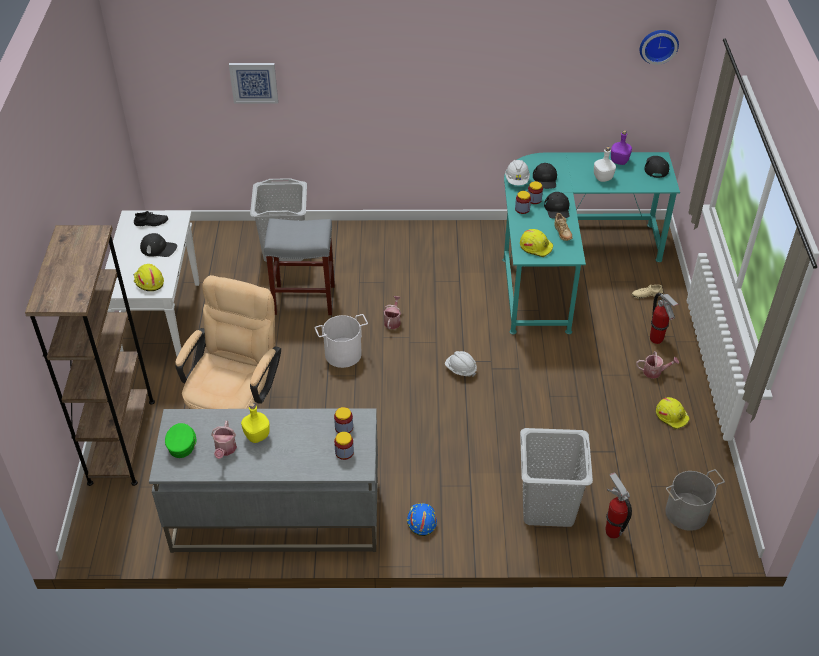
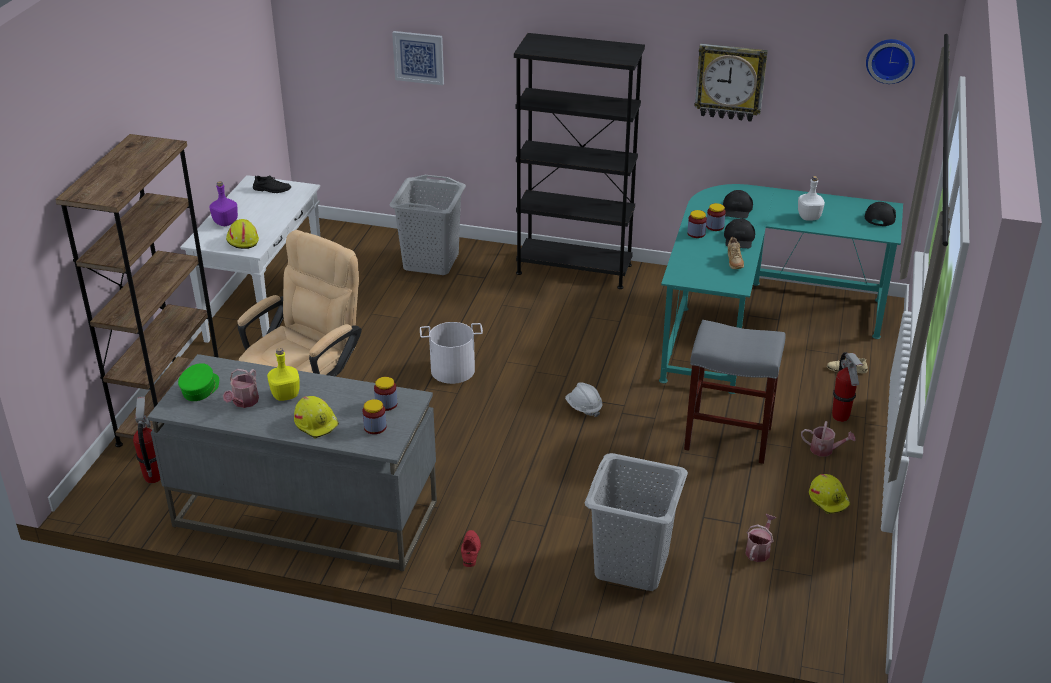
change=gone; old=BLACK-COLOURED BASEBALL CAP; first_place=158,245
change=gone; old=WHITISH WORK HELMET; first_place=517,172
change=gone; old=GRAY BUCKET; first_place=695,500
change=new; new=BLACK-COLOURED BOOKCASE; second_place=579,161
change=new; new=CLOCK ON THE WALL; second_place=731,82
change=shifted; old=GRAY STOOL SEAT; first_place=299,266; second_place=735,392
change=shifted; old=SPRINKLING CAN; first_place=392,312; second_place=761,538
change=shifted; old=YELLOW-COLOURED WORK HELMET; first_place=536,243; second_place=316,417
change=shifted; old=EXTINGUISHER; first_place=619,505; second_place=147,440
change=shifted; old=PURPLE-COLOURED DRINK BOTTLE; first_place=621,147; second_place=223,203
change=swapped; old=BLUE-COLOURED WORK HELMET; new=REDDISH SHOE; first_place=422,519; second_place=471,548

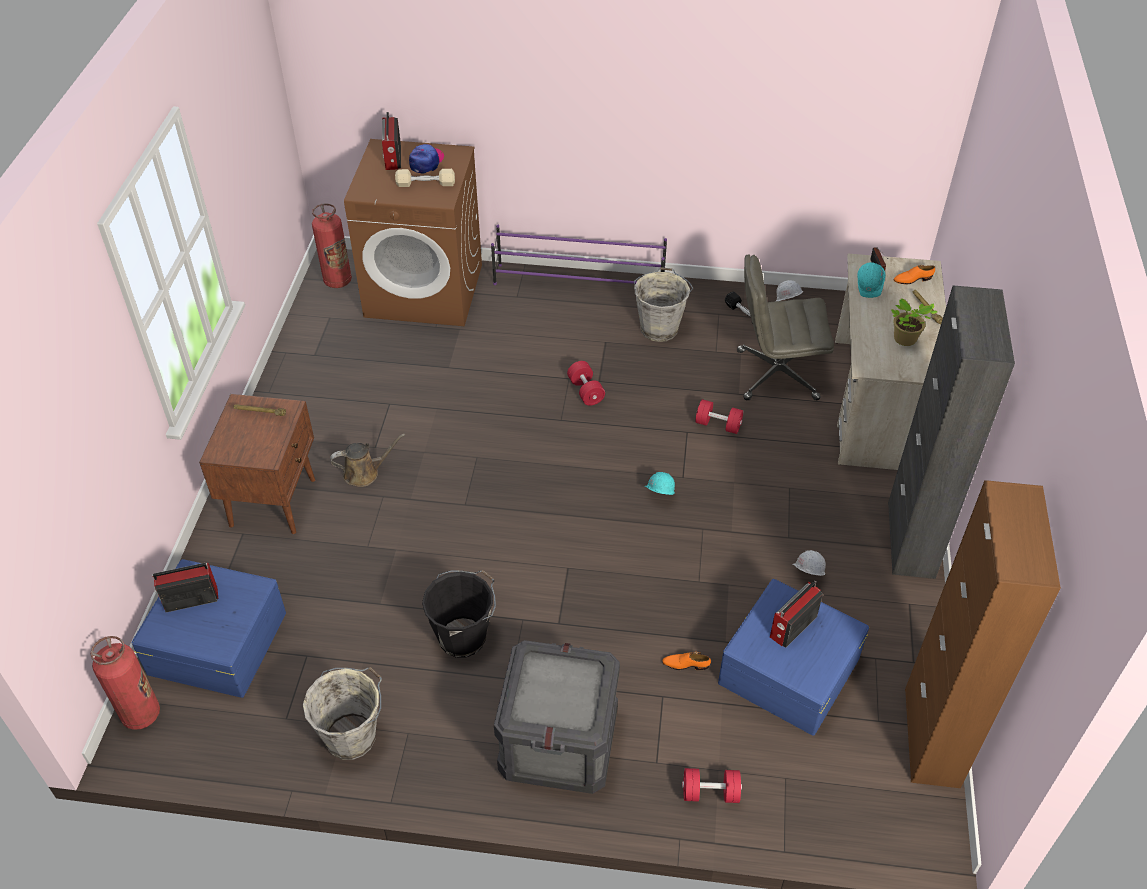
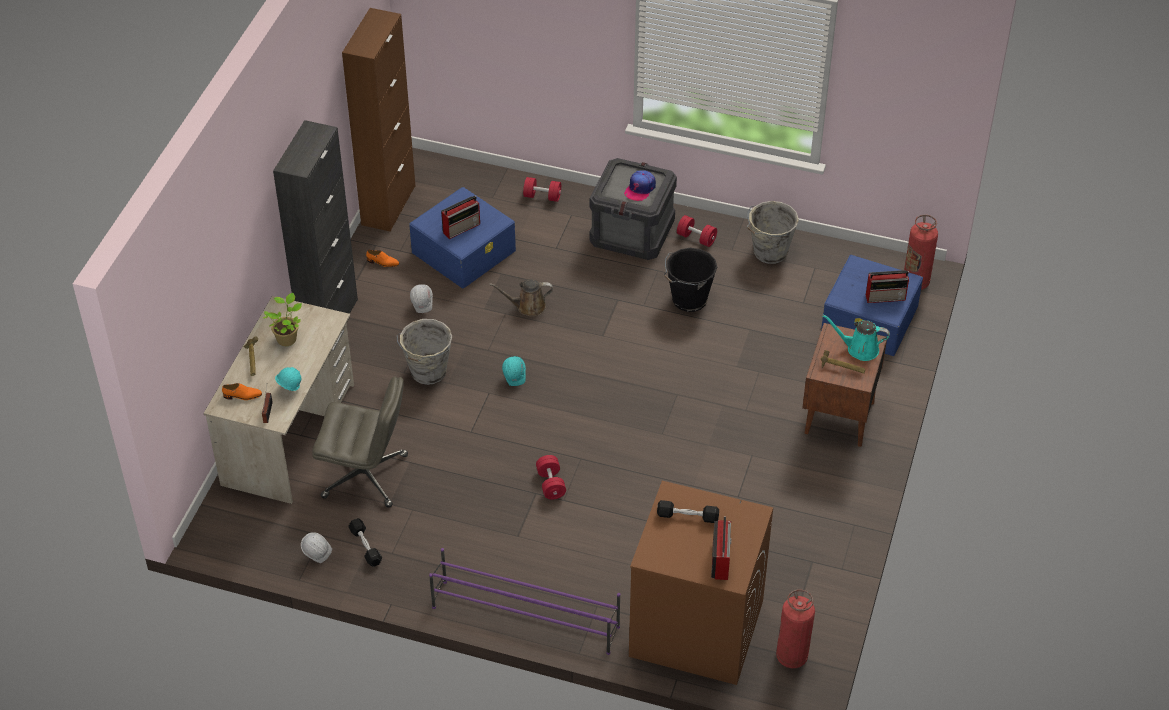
change=new; new=TURQUOISE-COLOURED SPRINKLING CAN; second_place=856,338
change=shifted; old=BROWN SPRINKLING CAN; first_place=367,460; second_place=521,298
change=shifted; old=BASEBALL CAP; first_place=426,158; second_place=640,186
change=shifted; old=GRAY BUCKET; first_place=663,304; second_place=424,352
change=shifted; old=ORANGE SHOE; first_place=686,661; second_place=382,258
change=shifted; old=REDDISH DUMBBELL; first_place=719,416; second_place=697,231
change=repainted; old=BEIGE-COLOURED DUMBBELL; new=BLACK-COLOURED DUMBBELL; first_place=425,178; second_place=688,511

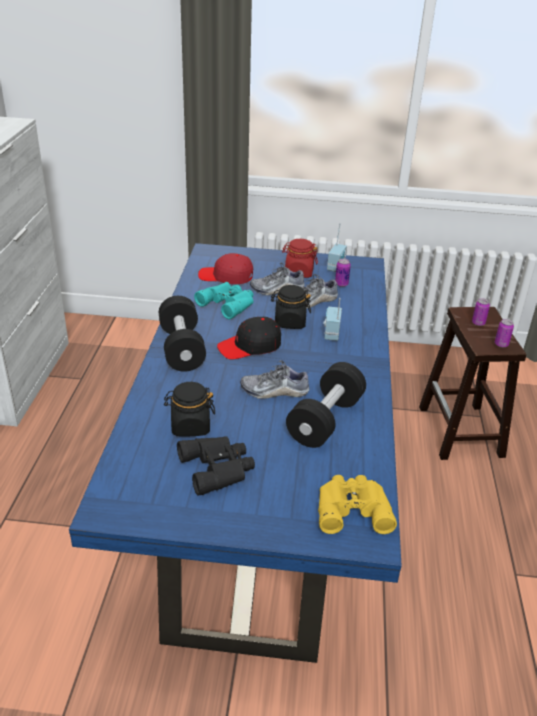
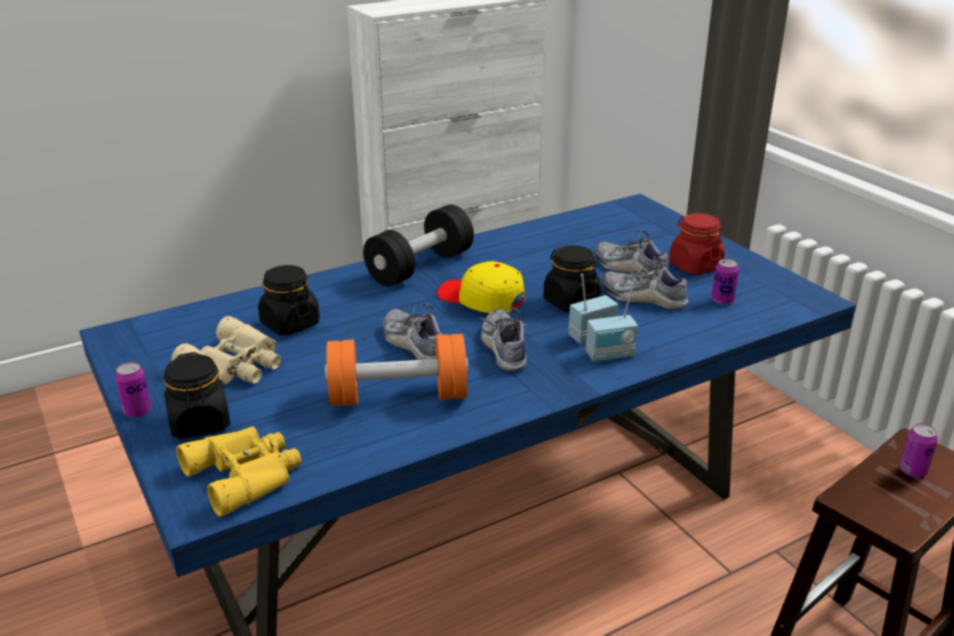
change=gone; old=TURQUOISE-COLOURED FIELD GLASSES; first_place=224,300
change=gone; old=REDDISH BASEBALL CAP; first_place=225,268
change=new; new=BLACK-COLOURED STORAGE JAR; second_place=197,395
change=new; new=SHOE; second_place=504,339
change=shifted; old=RADIO SET; first_place=337,247; second_place=612,320
change=shifted; old=METAL CAN; first_place=504,333; second_place=133,390
change=repainted; old=BLACK-COLOURED FIELD GLASSES; new=BEIGE-COLOURED FIELD GLASSES; first_place=216,466; second_place=226,350
change=repainted; old=BLACK-COLOURED BASEBALL CAP; new=YELLOW-COLOURED BASEBALL CAP; first_place=249,338; second_place=480,287
change=repainted; old=BLACK-COLOURED DUMBBELL; new=ORANGE DUMBBELL; first_place=326,405; second_place=396,370

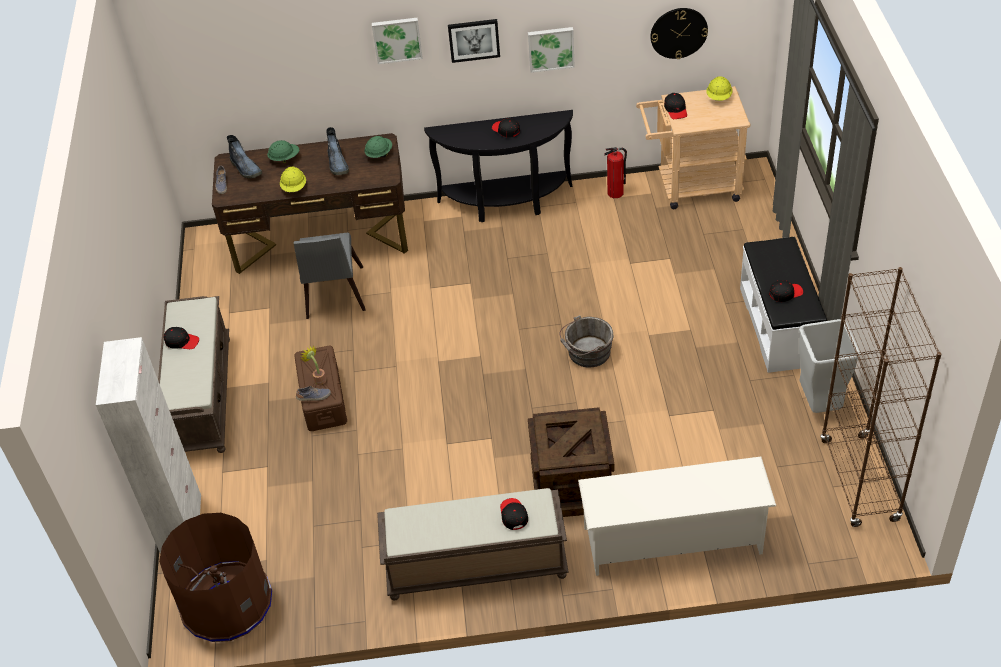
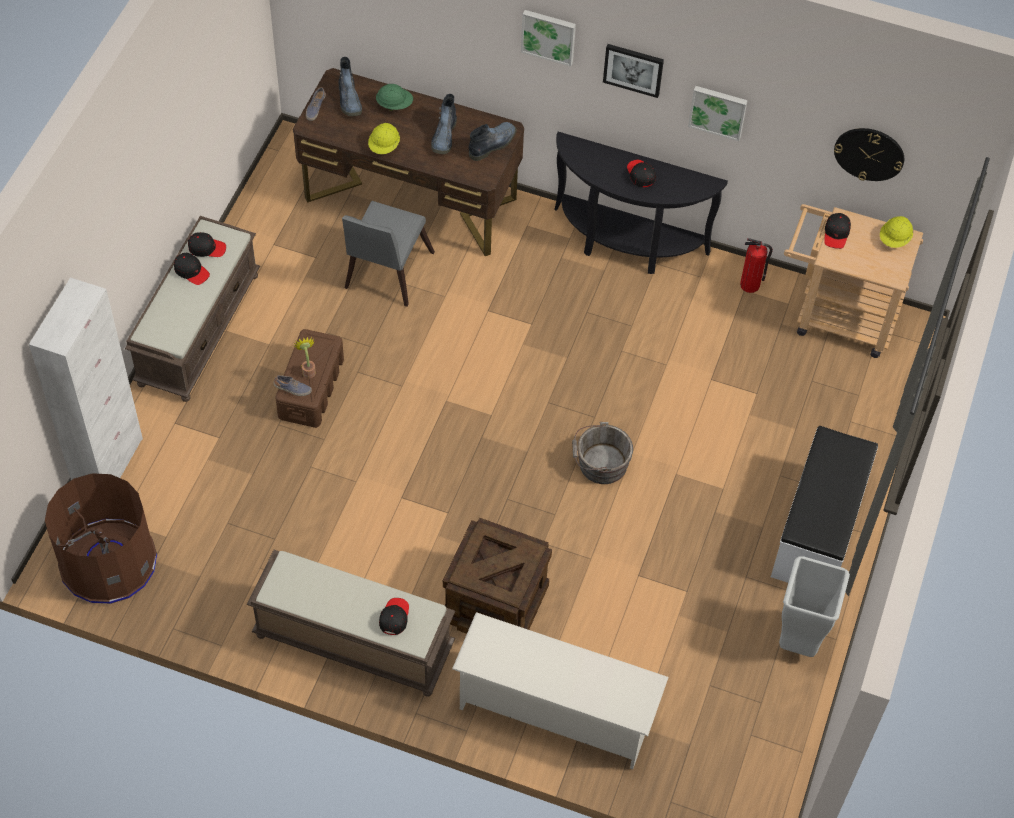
change=gone; old=BROWN BOOKCASE; first_place=880,397
change=shifted; old=BLACK-COLOURED BASEBALL CAP; first_place=786,291; second_place=207,244
change=swapped; old=GREEN-COLOURED WORK HELMET; new=TALL BOOT; first_place=378,147; second_place=493,141

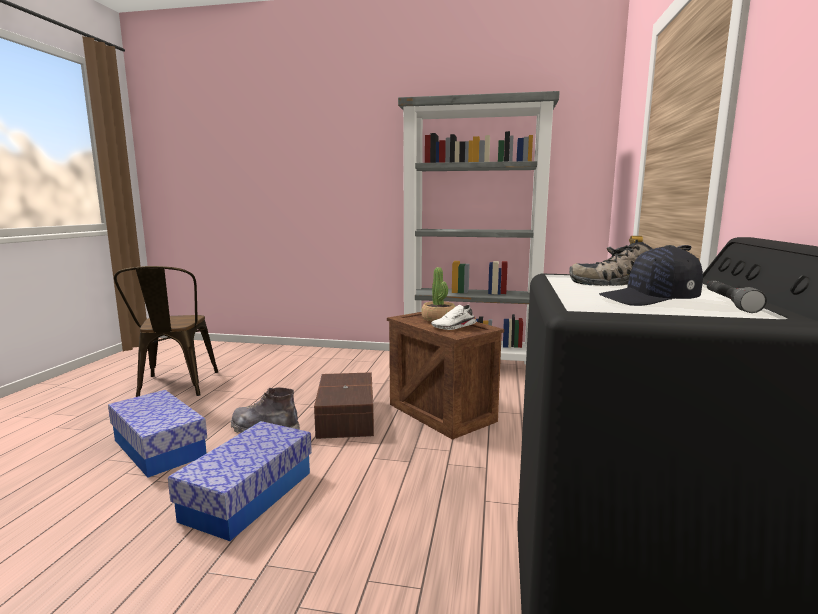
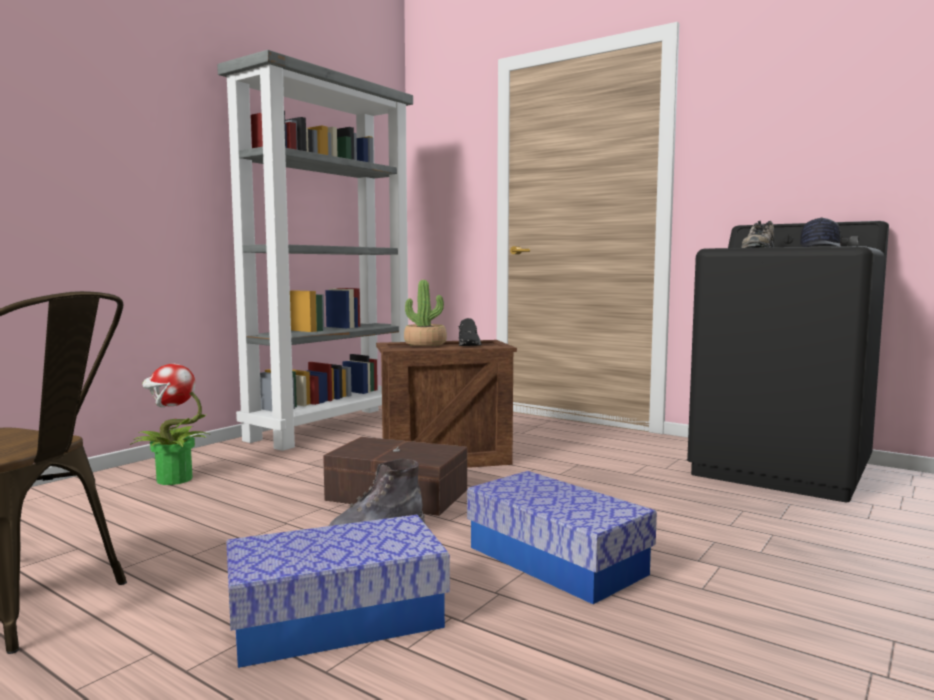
change=new; new=PLANT IN A POT; second_place=169,424
change=repainted; old=WHITISH SHOE; new=BLACK-COLOURED SHOE; first_place=454,317; second_place=470,332

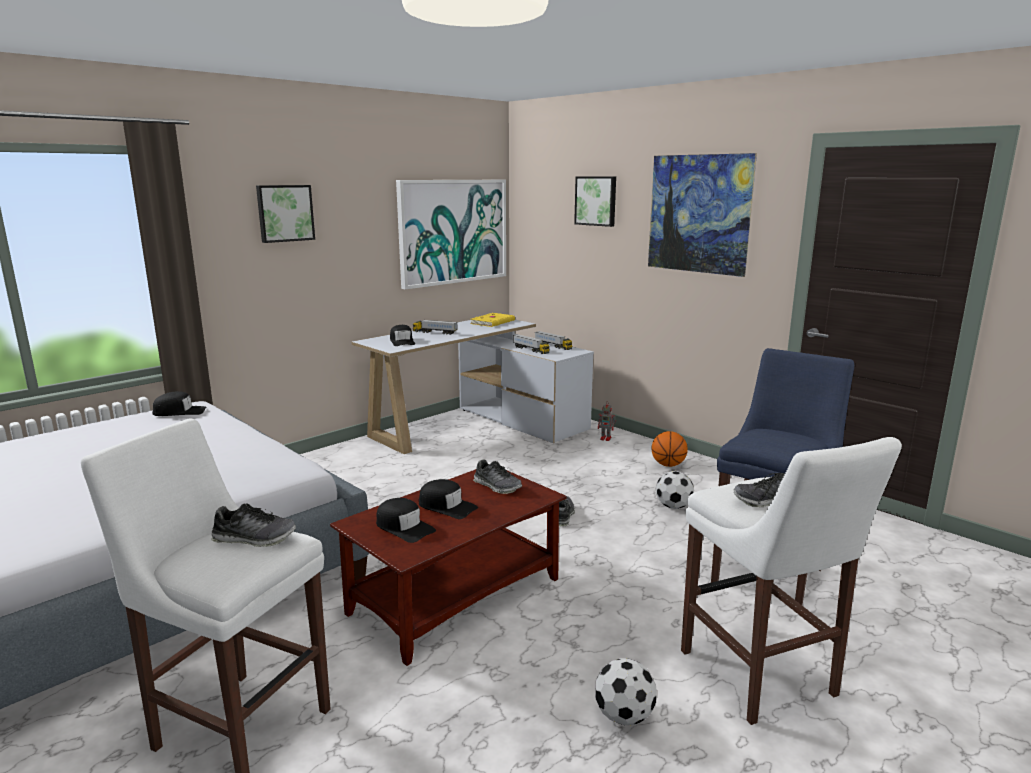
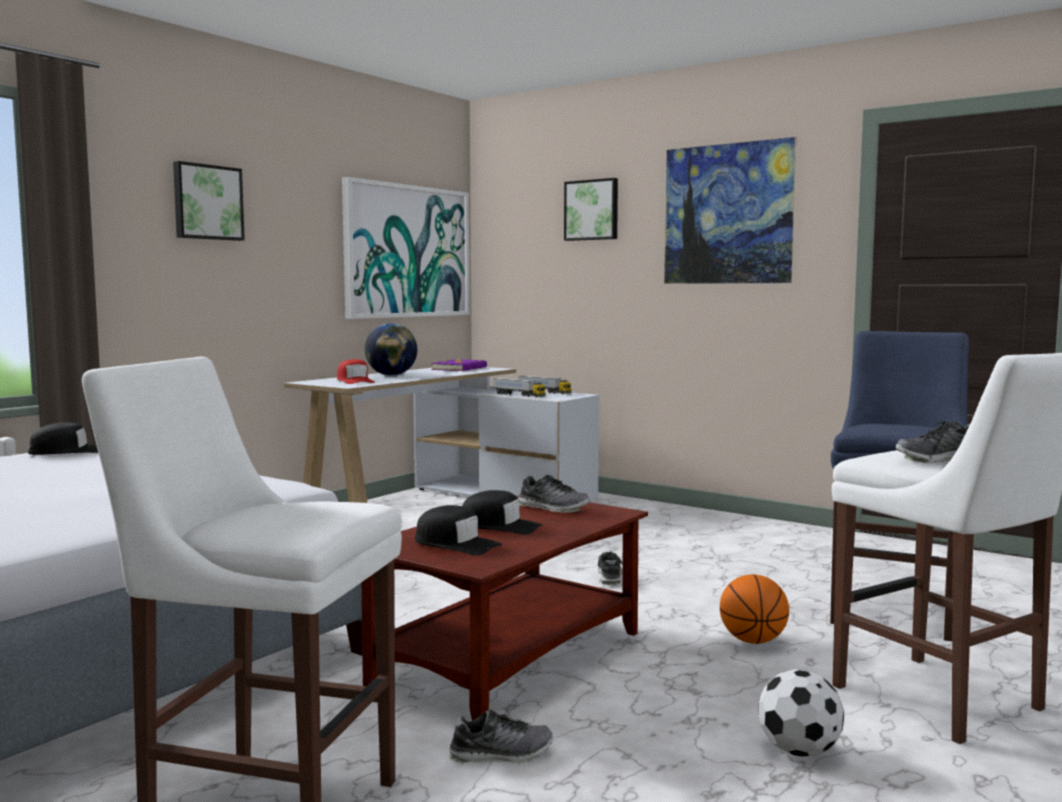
change=gone; old=TOY ROBOT; first_place=607,421
change=gone; old=FOOTBALL; first_place=675,490
change=shifted; old=SHOE; first_place=253,525; second_place=501,737
change=shifted; old=BALL FOR BASKETBALL; first_place=669,449; second_place=754,609
change=swapped; old=MODEL TRUCK; new=DESK GLOBE; first_place=435,327; second_place=391,349
change=repainted; old=BLACK-COLOURED BASEBALL CAP; new=REDDISH BASEBALL CAP; first_place=402,335; second_place=356,371
change=repainted; old=YELLOW-COLOURED VOLUME; new=PURPLE-COLOURED VOLUME; first_place=492,320; second_place=459,365

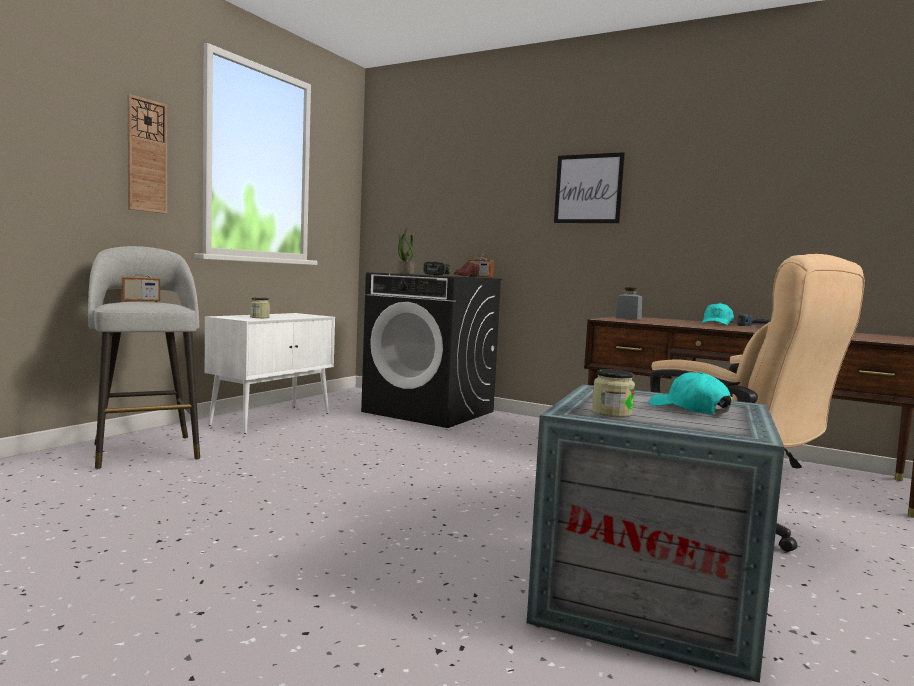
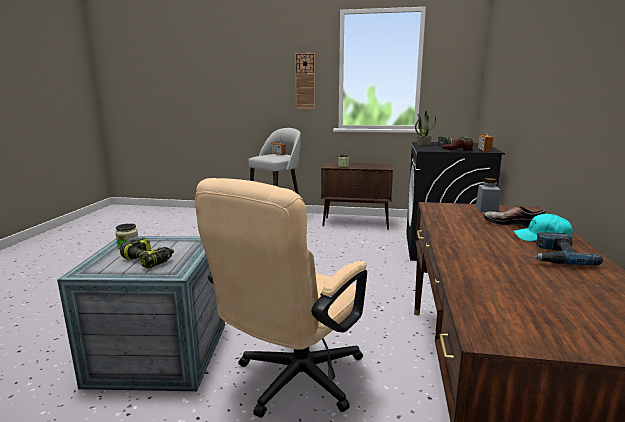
change=gone; old=PICTURE; first_place=589,187
change=new; new=SHOE; second_place=515,216
change=swapped; old=TURQUOISE-COLOURED BASEBALL CAP; new=ELECTRIC DRILL; first_place=690,393; second_place=147,252
change=repainted; old=WHITISH STORAGE CABINET; new=BROWN STORAGE CABINET; first_place=270,373; second_place=357,196

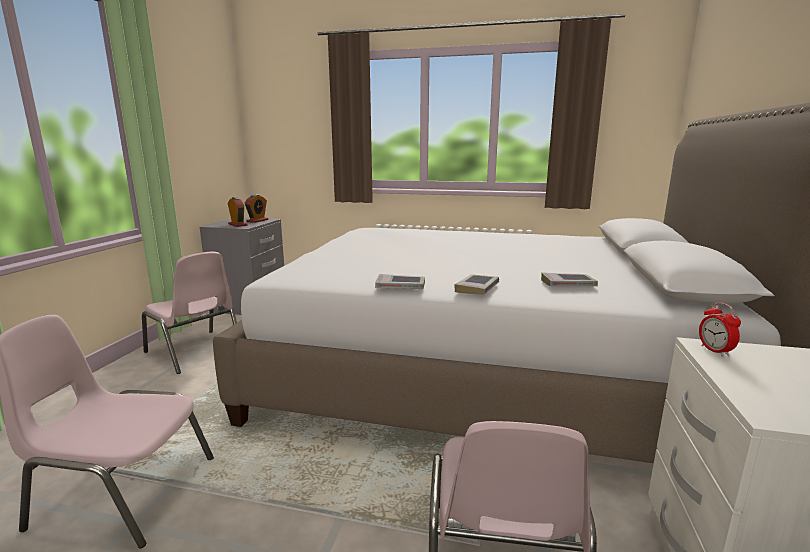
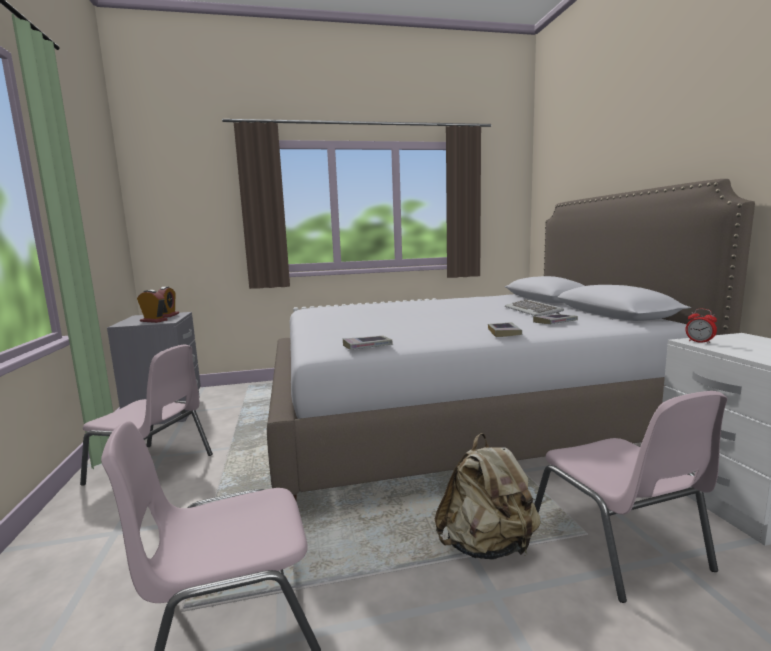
change=new; new=BEIGE-COLOURED KNAPSACK; second_place=488,496
change=new; new=PC KEYBOARD; second_place=534,307
change=shifted; old=VOLUME; first_place=400,281; second_place=367,343

